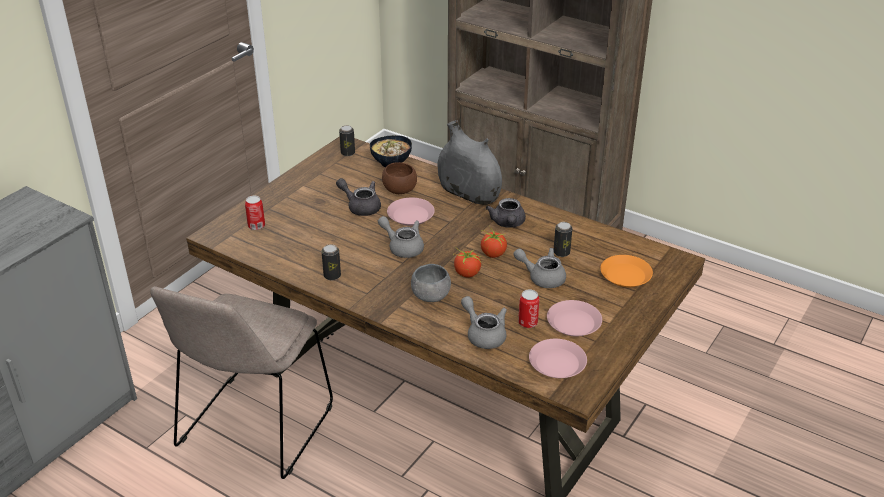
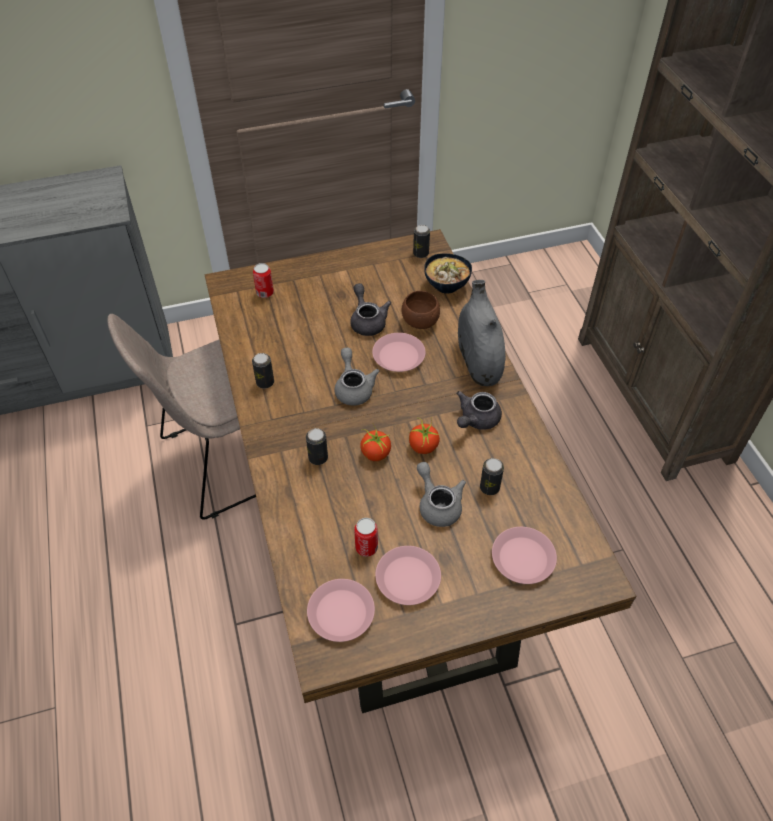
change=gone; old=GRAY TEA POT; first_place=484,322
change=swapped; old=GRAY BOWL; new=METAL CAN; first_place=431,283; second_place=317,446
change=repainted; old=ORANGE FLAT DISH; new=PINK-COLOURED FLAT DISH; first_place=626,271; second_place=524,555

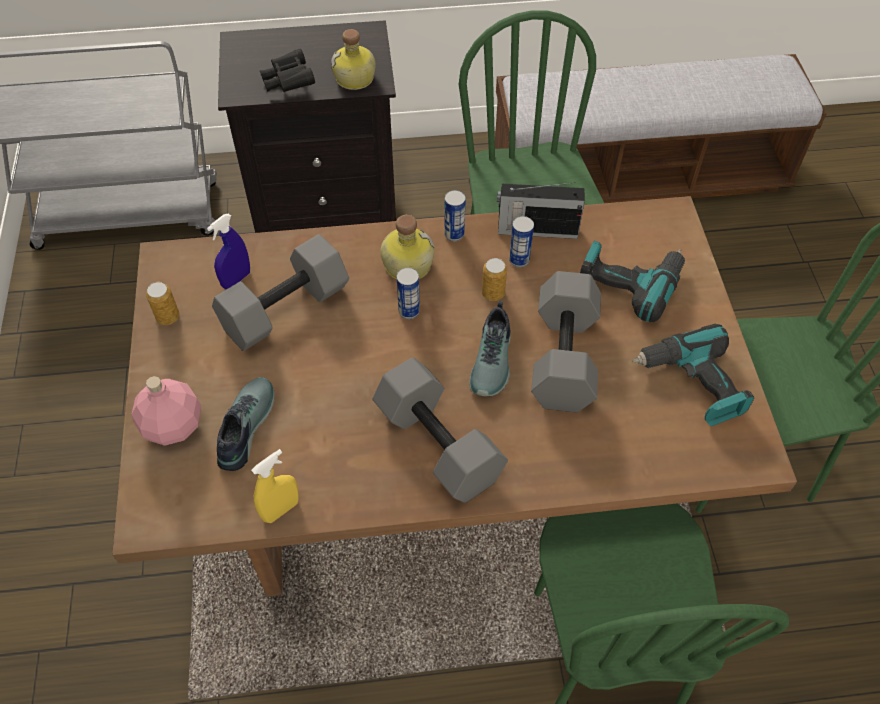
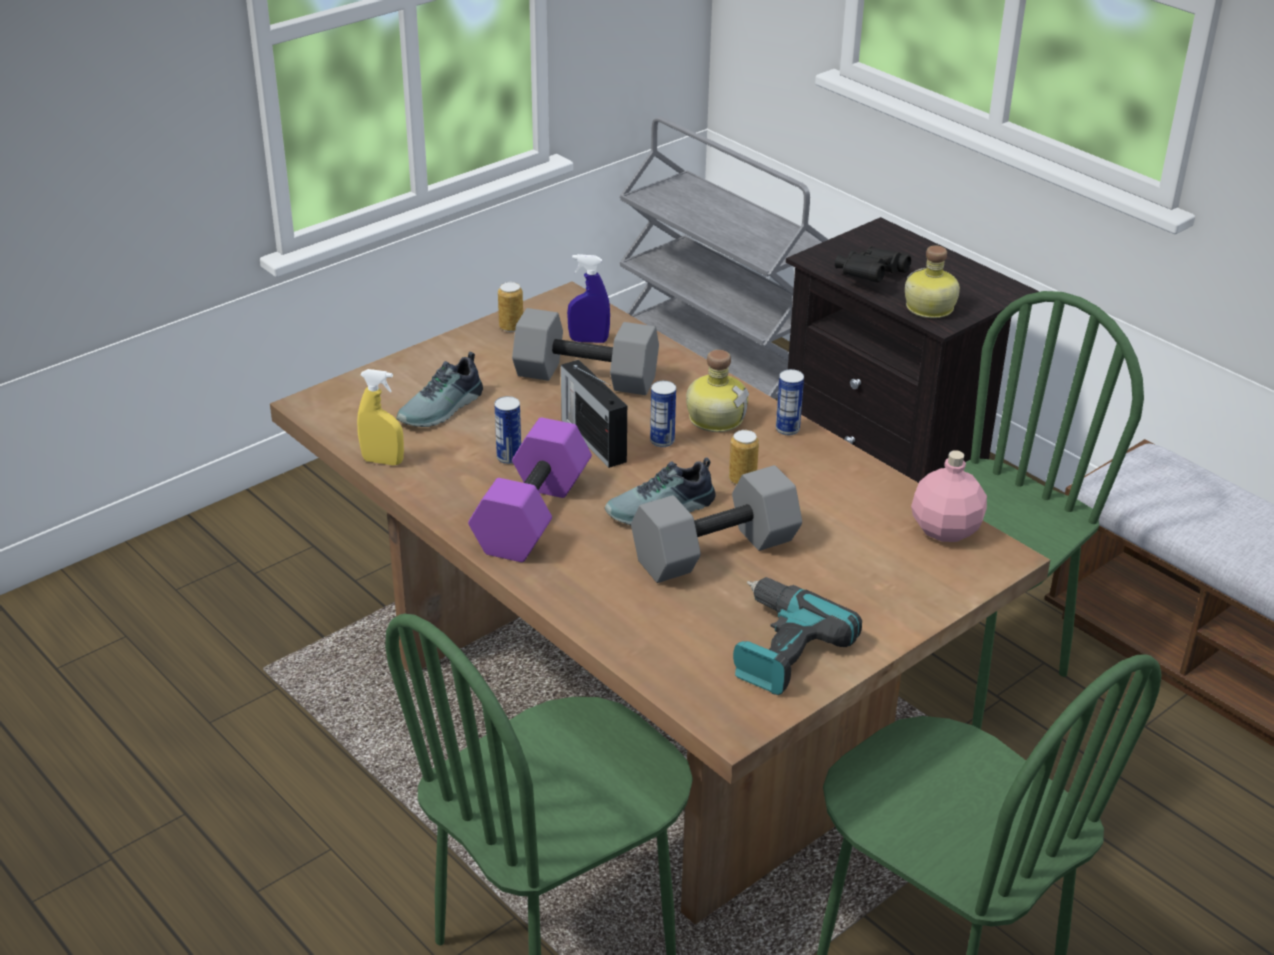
change=gone; old=ELECTRIC DRILL; first_place=632,282
change=shifted; old=PINK-COLOURED DRINK BOTTLE; first_place=166,411; second_place=949,496
change=shifted; old=RADIO SET; first_place=541,210; second_place=594,414
change=shifted; old=METAL CAN; first_place=521,241; second_place=507,430
change=repainted; old=GRAY DUMBBELL; new=PURPLE-COLOURED DUMBBELL; first_place=440,430; second_place=530,489
change=rotated; old=SHOE; first_place=246,424; second_place=439,389; degrees=150

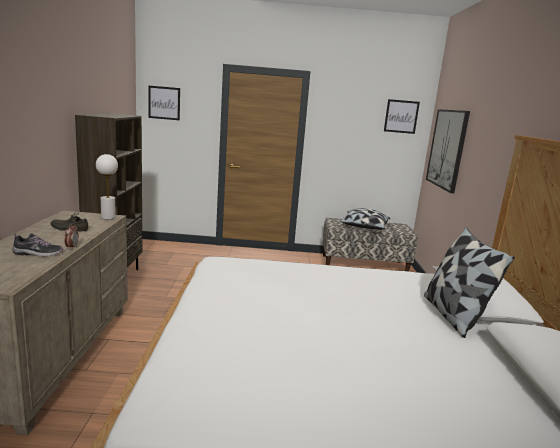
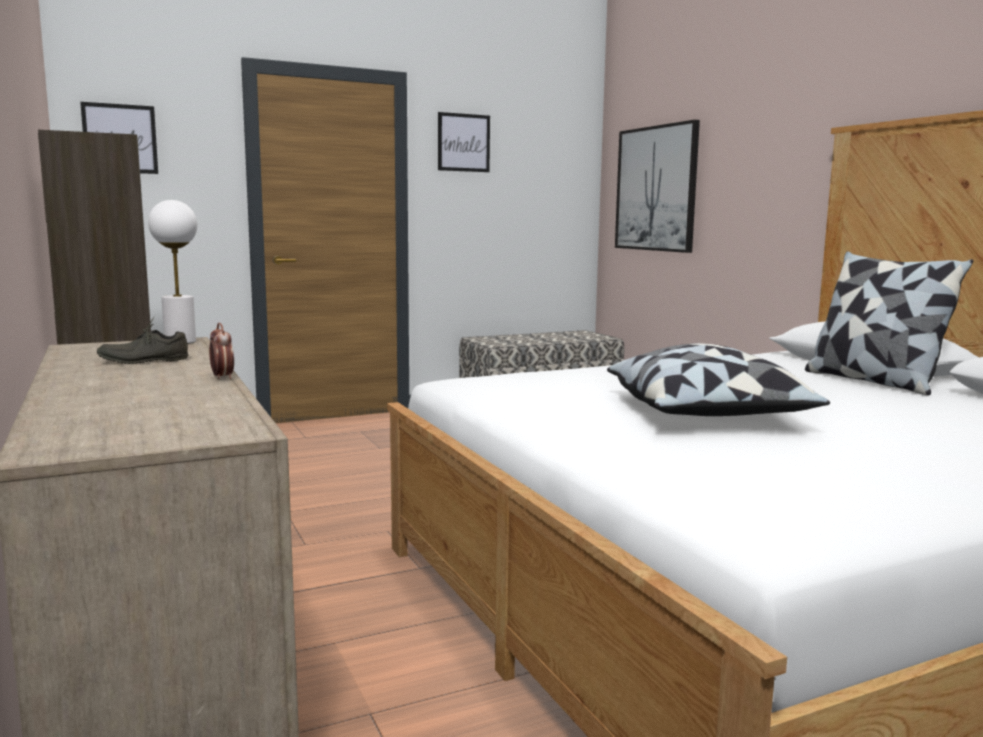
change=gone; old=SHOE; first_place=37,245
change=shifted; old=PILLOW; first_place=365,219; second_place=718,379
change=shifted; old=PICTURE; first_place=402,116; second_place=464,142

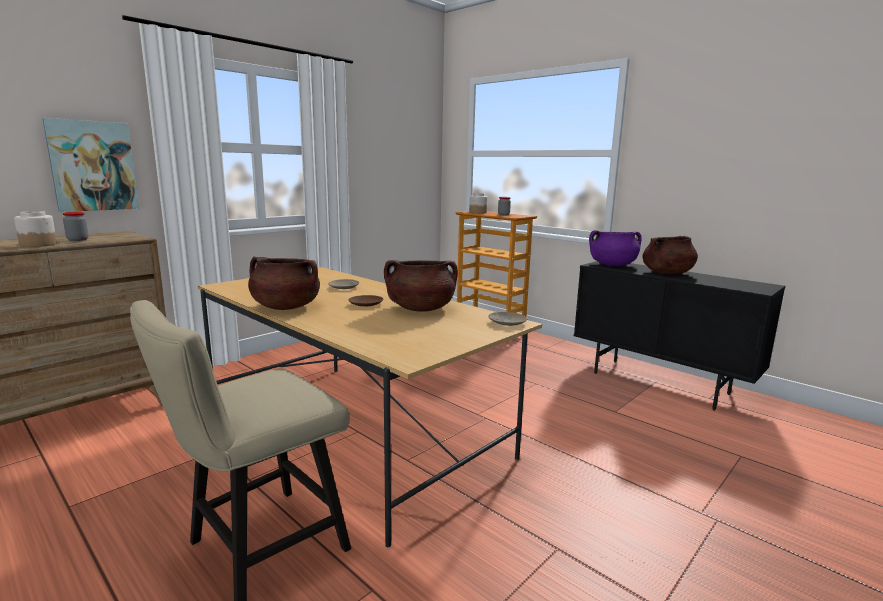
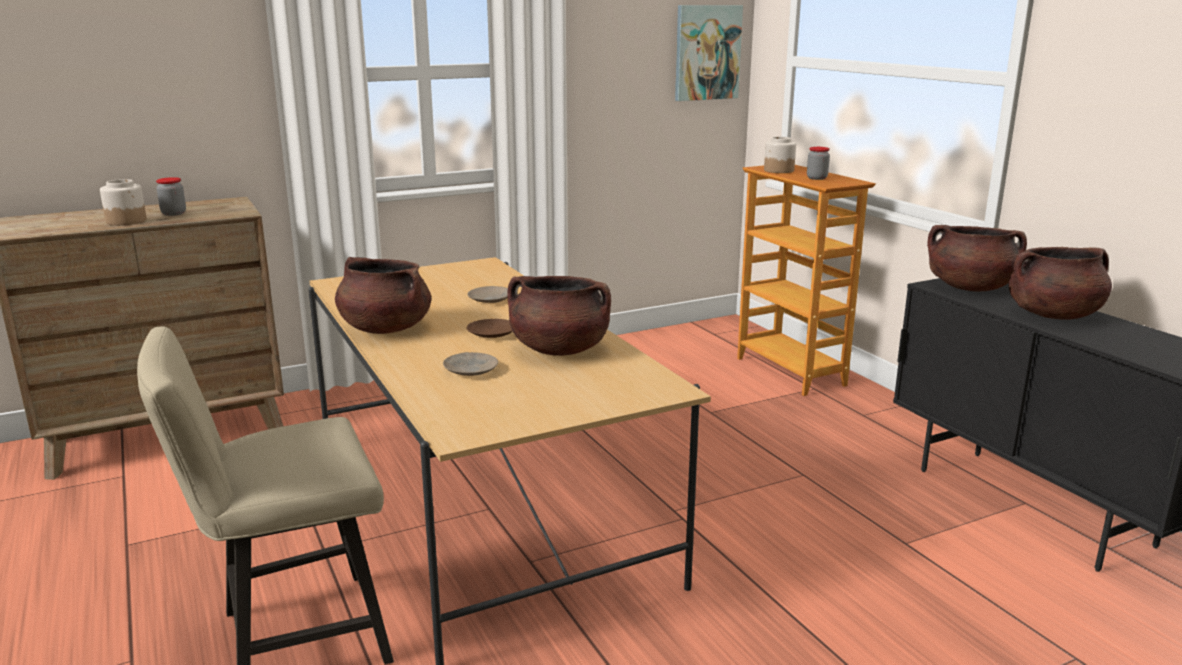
change=shifted; old=PICTURE; first_place=90,165; second_place=709,53
change=shifted; old=BEIGE-COLOURED FLAT DISH; first_place=507,319; second_place=470,364
change=repainted; old=PURPLE-COLOURED SAUCEPOT; new=BROWN SAUCEPOT; first_place=615,248; second_place=977,258

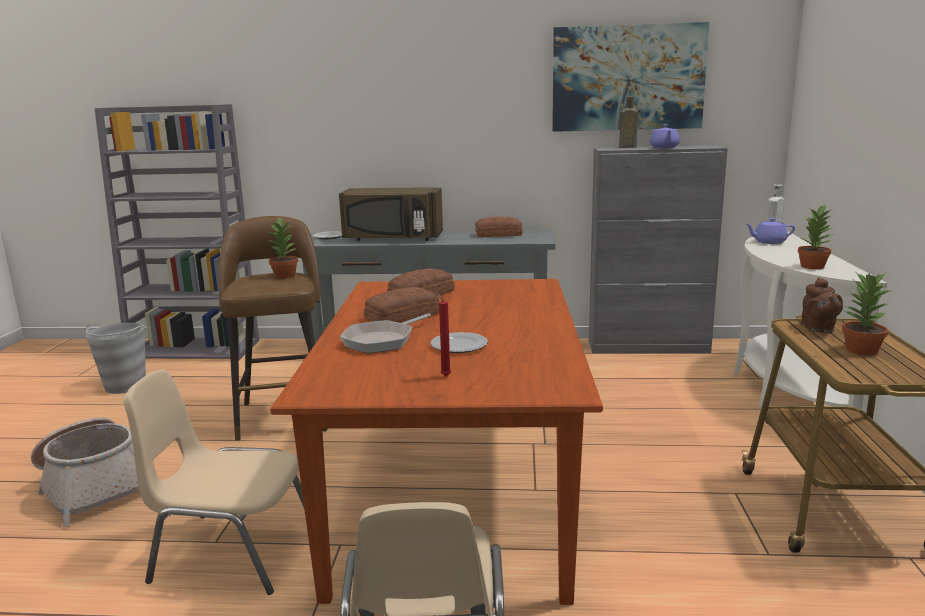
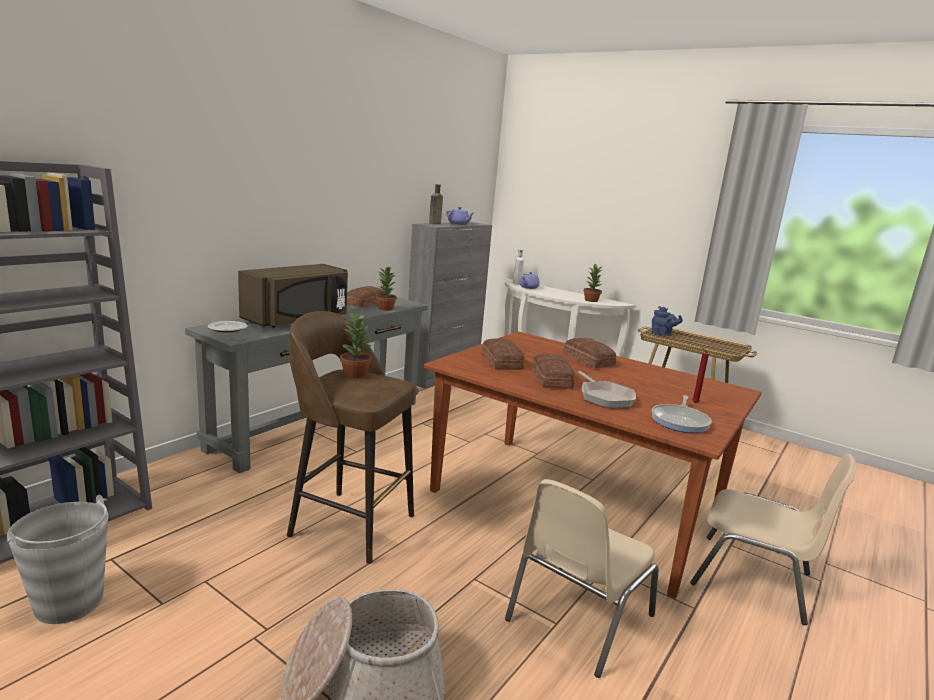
change=gone; old=FLAT DISH; first_place=459,342
change=gone; old=PICTURE; first_place=630,77
change=new; new=BREAD; second_place=589,353
change=new; new=SKILLET; second_place=682,414
change=shifted; old=PLANT IN A POT; first_place=867,314; second_place=386,289
change=repainted; old=BROWN TEA POT; new=BLUE-COLOURED TEA POT; first_place=822,305; second_place=667,321

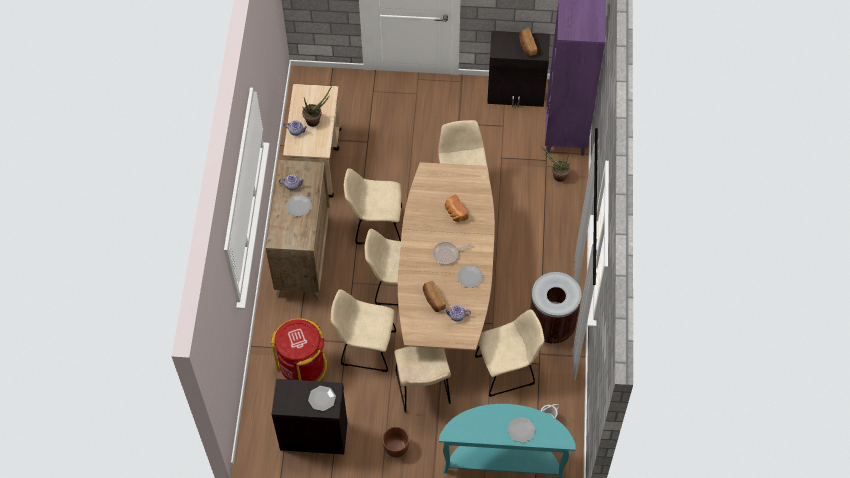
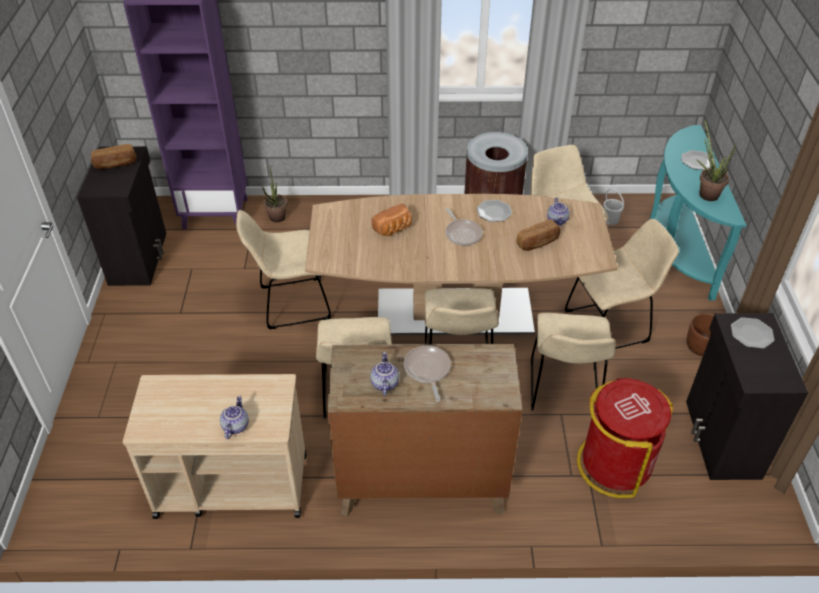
change=shifted; old=PLANT IN A POT; first_place=317,106; second_place=717,159
change=swapped; old=FLAT DISH; new=SKILLET; first_place=299,206; second_place=427,374

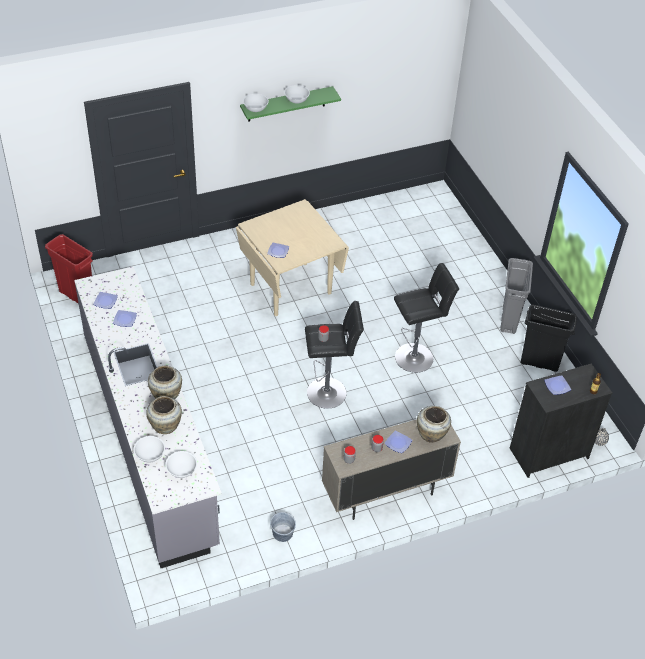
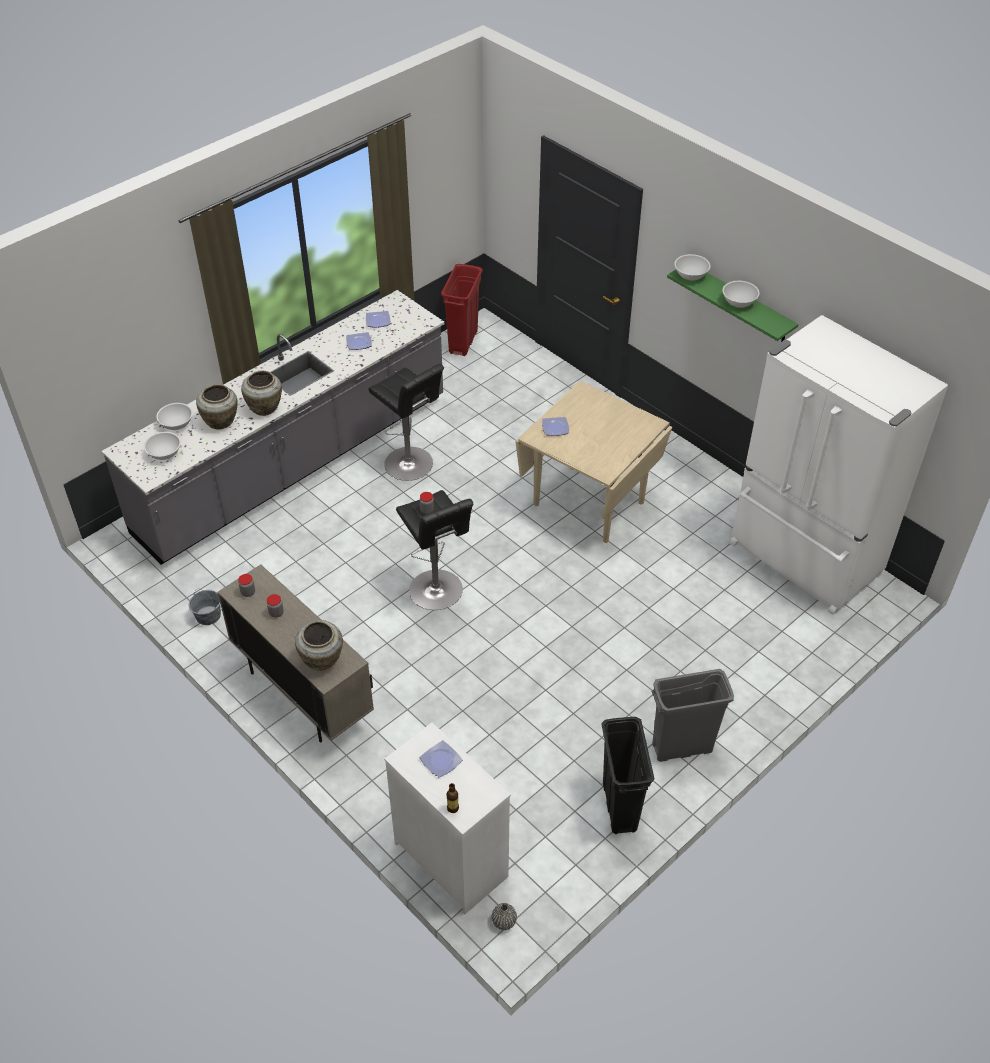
change=gone; old=FLAT DISH; first_place=398,441
change=new; new=WHITISH FRIDGE; second_place=839,465
change=shifted; old=BLACK-COLOURED STOOL SEAT; first_place=426,318; second_place=406,422
change=repainted; old=BLACK-COLOURED DRESSER; new=WHITISH DRESSER; first_place=561,420; second_place=447,819

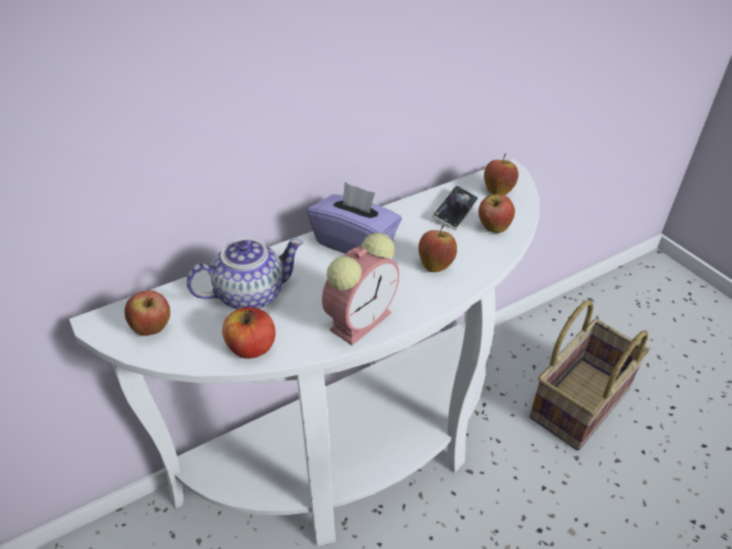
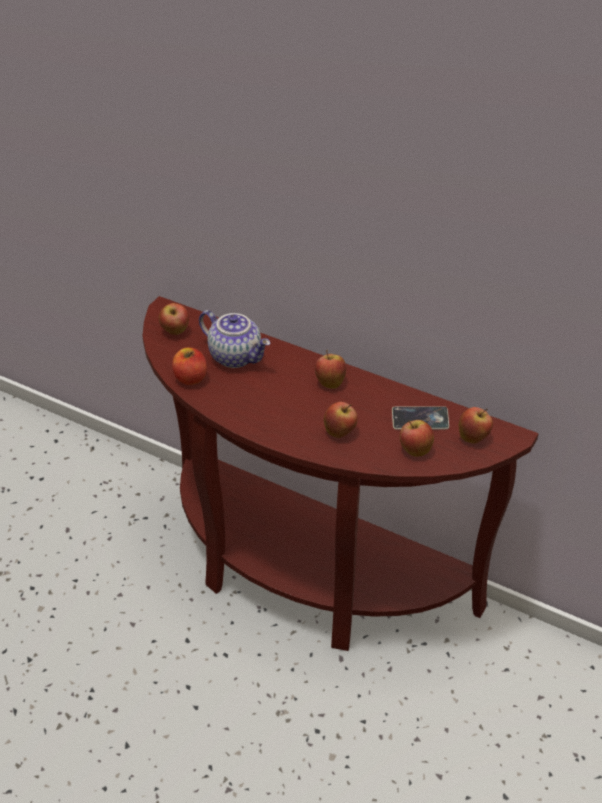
change=gone; old=TABLE CLOCK; first_place=360,289
change=gone; old=BASKET; first_place=589,375
change=swapped; old=PURPLE-COLOURED TISSUE HOLDER; new=APPLE; first_place=354,218; second_place=330,369
change=repainted; old=WHITISH HALL TABLE; new=BROWN HALL TABLE; first_place=304,352; second_place=340,473

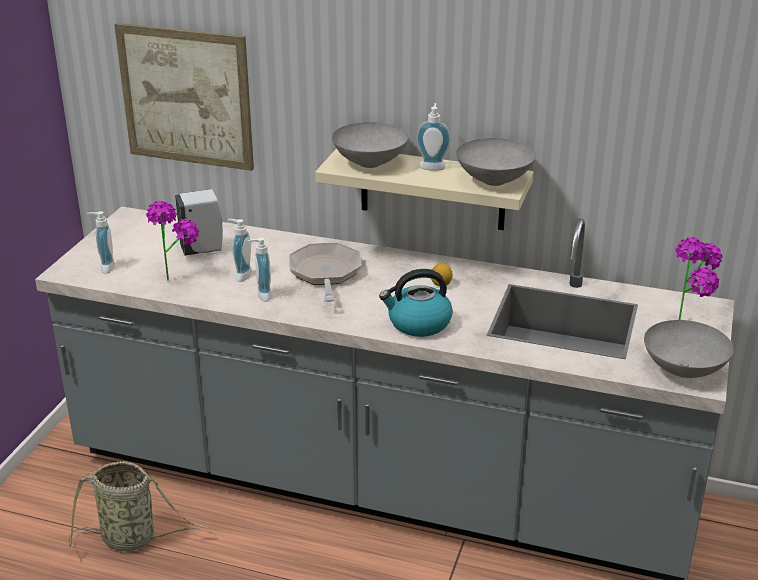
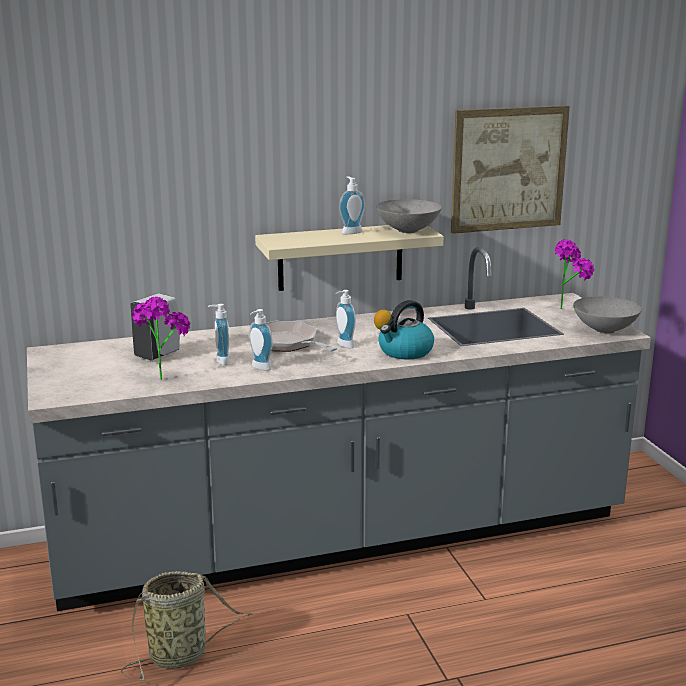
change=gone; old=GRAY BOWL; first_place=370,145
change=shifted; old=SOAP DISPENSER; first_place=101,242; second_place=346,319
change=shifted; old=PICTURE; first_place=184,97; second_place=510,170

